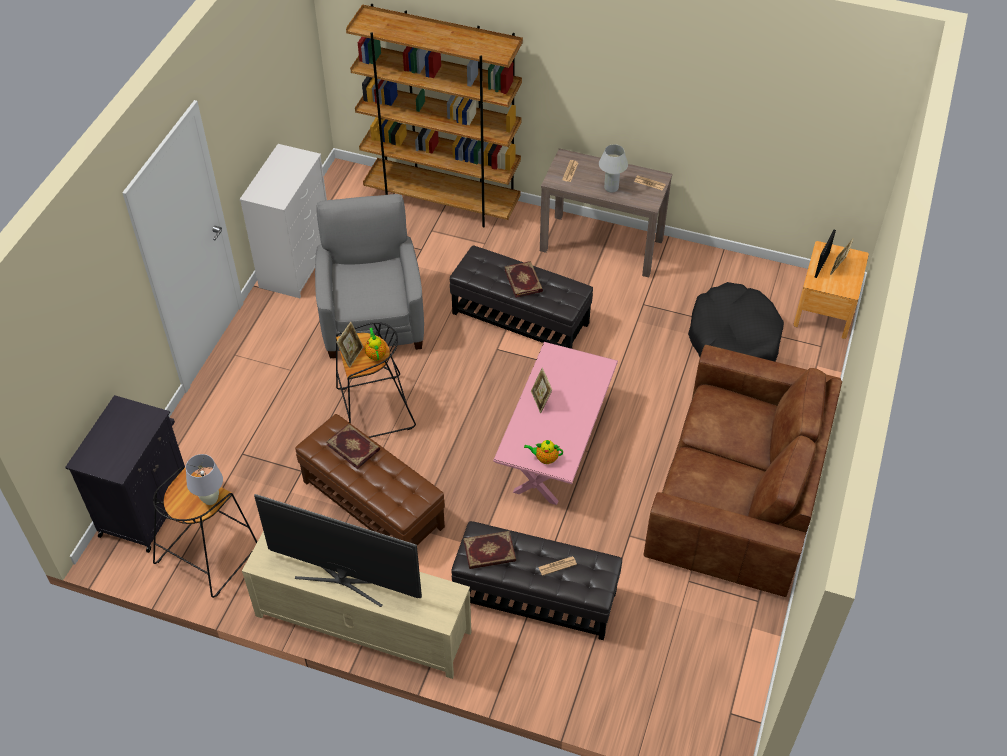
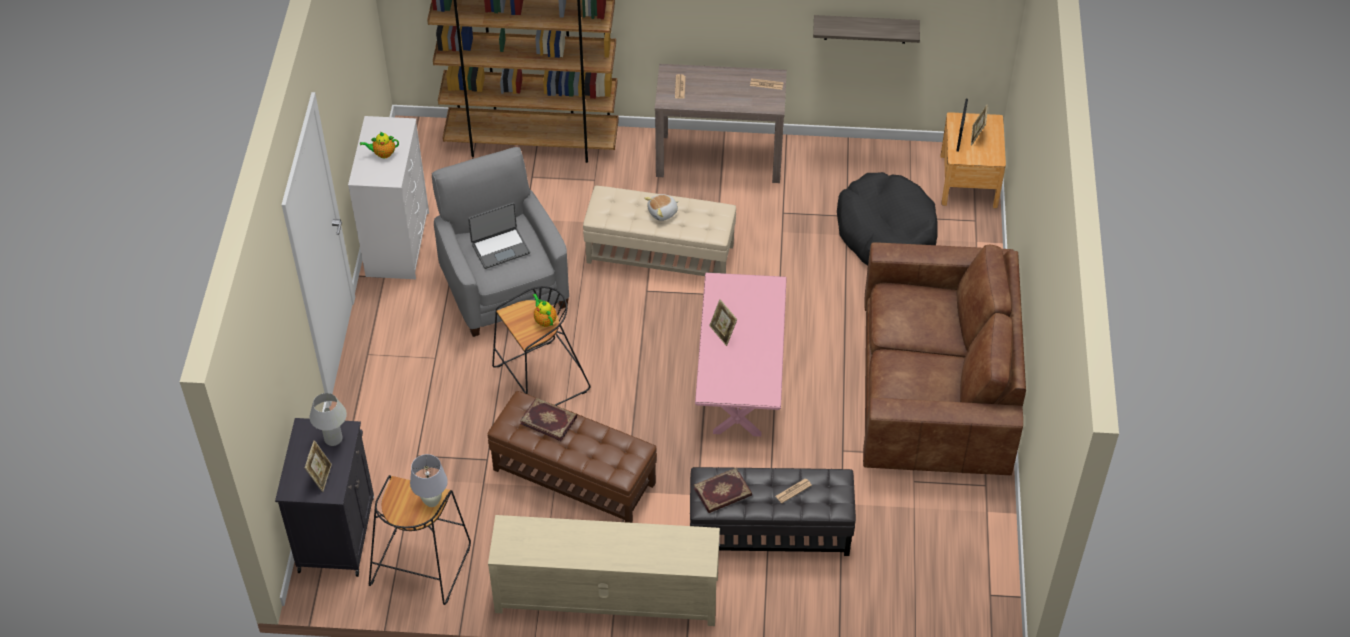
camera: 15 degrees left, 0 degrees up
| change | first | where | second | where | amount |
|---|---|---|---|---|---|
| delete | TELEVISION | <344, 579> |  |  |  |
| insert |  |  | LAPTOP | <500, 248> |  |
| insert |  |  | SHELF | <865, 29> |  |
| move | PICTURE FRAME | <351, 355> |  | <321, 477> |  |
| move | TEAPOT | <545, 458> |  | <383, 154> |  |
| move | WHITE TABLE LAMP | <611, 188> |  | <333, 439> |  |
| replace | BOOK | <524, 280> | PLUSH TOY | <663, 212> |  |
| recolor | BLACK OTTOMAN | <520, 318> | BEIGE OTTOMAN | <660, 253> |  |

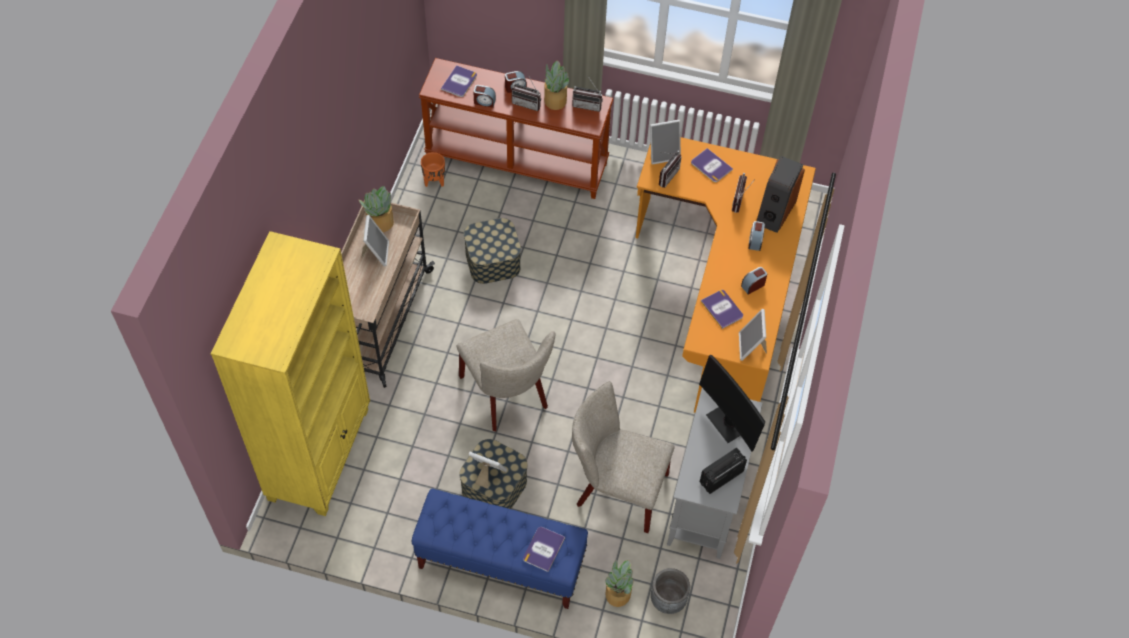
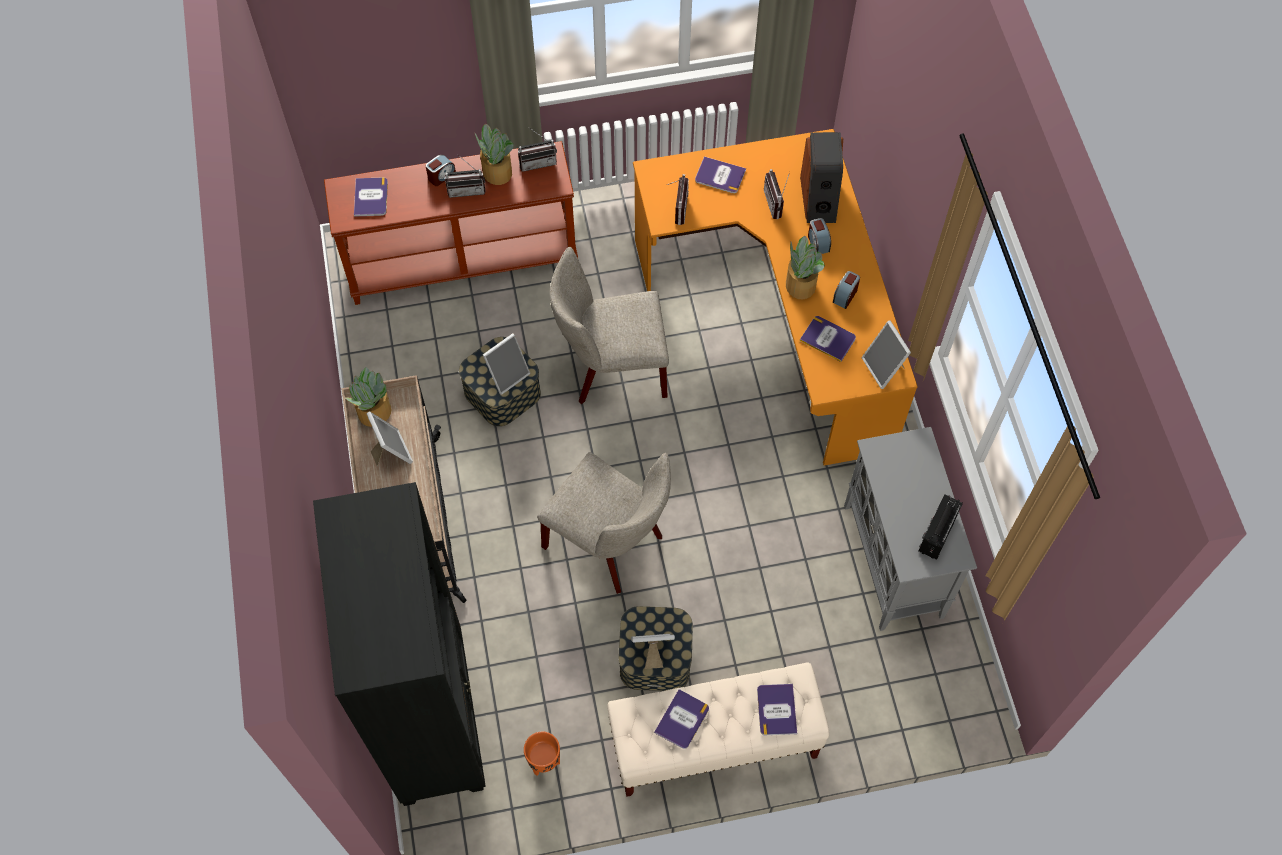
camera: 25 degrees left, 5 degrees up
| change | first | where | second | where | amount |
|---|---|---|---|---|---|
| delete | ALARM CLOCK | <484, 102> |  |  |  |
| delete | GREY PLANTER | <668, 600> |  |  |  |
| delete | MONITOR | <728, 422> |  |  |  |
| insert |  |  | BOOK | <682, 720> |  |
| move | ORANGE PLANTER | <434, 181> |  | <544, 761> |  |
| move | BEIGE CHAIR | <616, 489> |  | <611, 368> |  |
| move | POTTED PLANT | <618, 593> |  | <800, 284> |  |
| move | PICTURE FRAME | <663, 153> |  | <507, 375> |  |
| recolor | YELLOW BOOKCASE | <320, 453> | BLACK BOOKCASE | <434, 717> |  |
| recolor | BLUE BENCH | <500, 563> | BEIGE BENCH | <713, 743> |  |

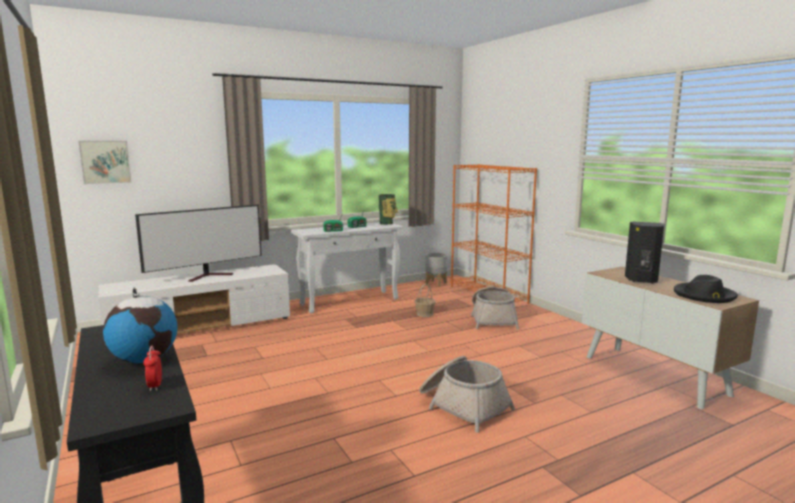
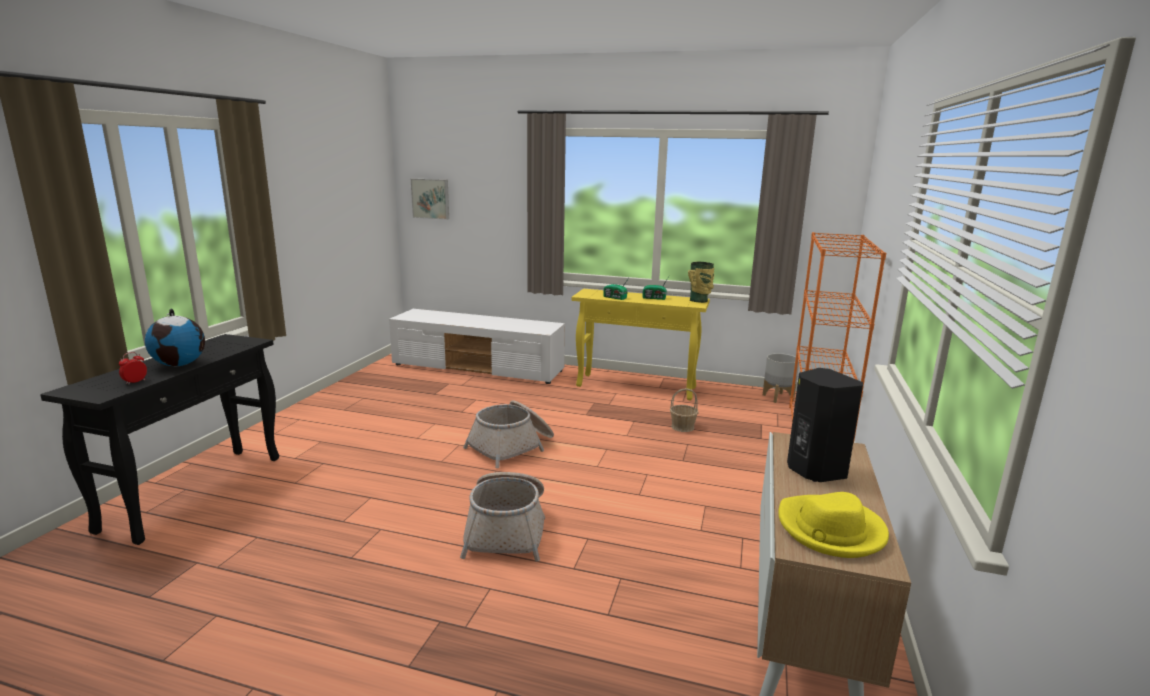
camera: 45 degrees right, 5 degrees up
| change | first | where | second | where | amount |
|---|---|---|---|---|---|
| delete | TELEVISION | <210, 276> |  |  |  |
| move | BASKET | <493, 319> |  | <512, 447> |  |
| recolor | WHITE CONSOLE TABLE | <350, 301> | YELLOW CONSOLE TABLE | <637, 387> |  |
| recolor | BLACK HAT | <704, 295> | YELLOW HAT | <830, 530> |  |

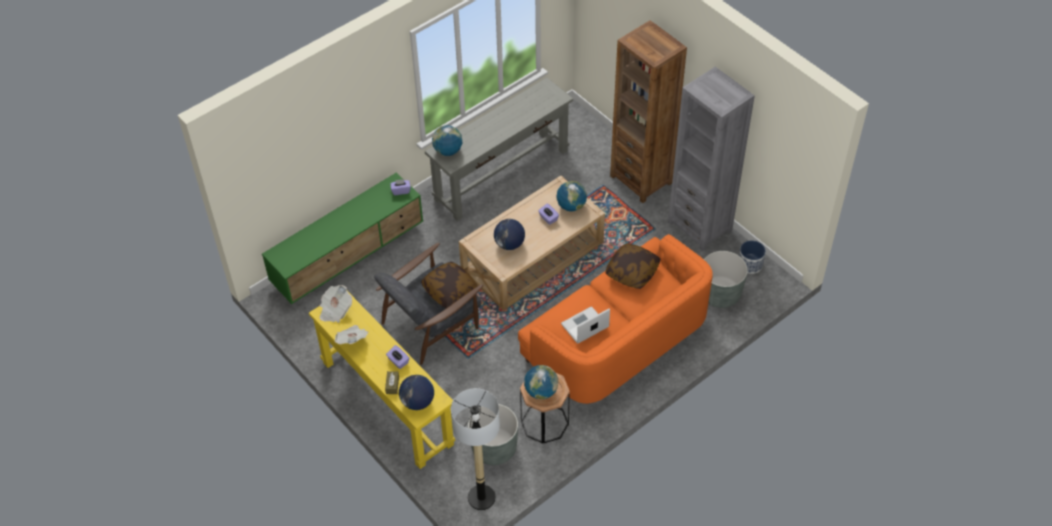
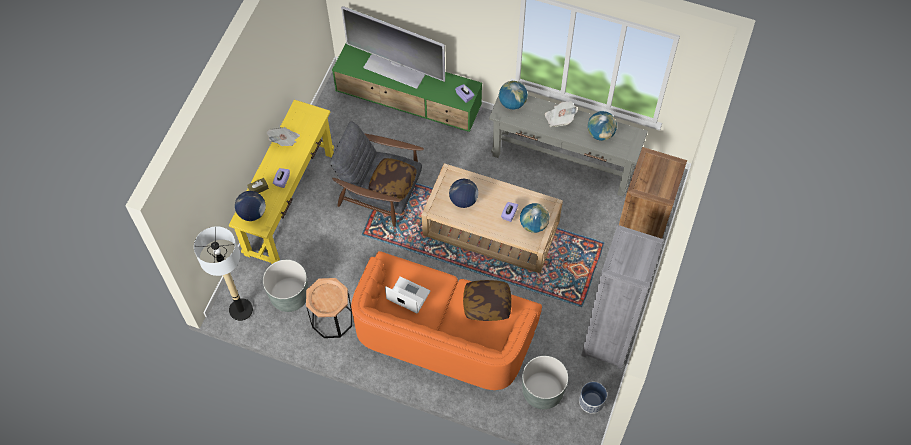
camera: 60 degrees right, 10 degrees up
| change | first | where | second | where | amount |
|---|---|---|---|---|---|
| insert |  |  | TELEVISION | <394, 70> |  |
| move | NEWSPAPER | <335, 310> |  | <559, 118> |  |
| move | GLOBE | <541, 391> |  | <600, 133> |  |

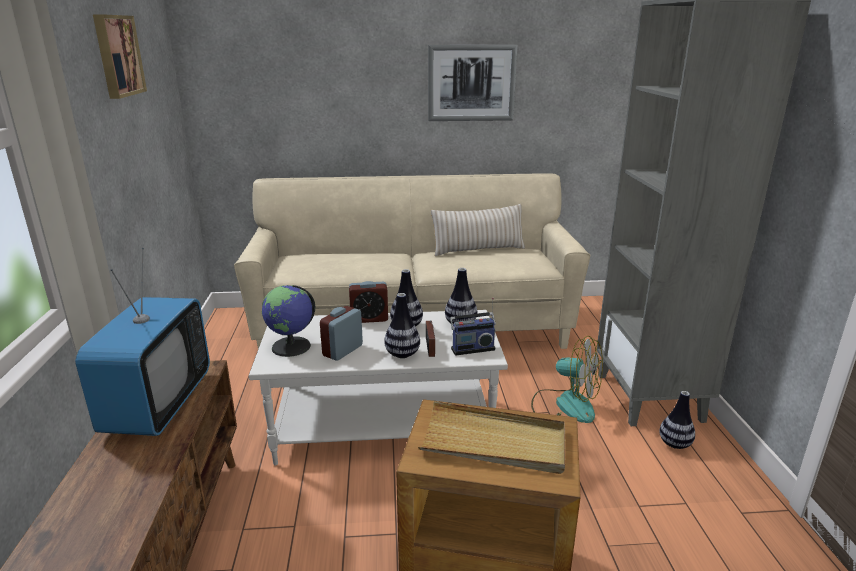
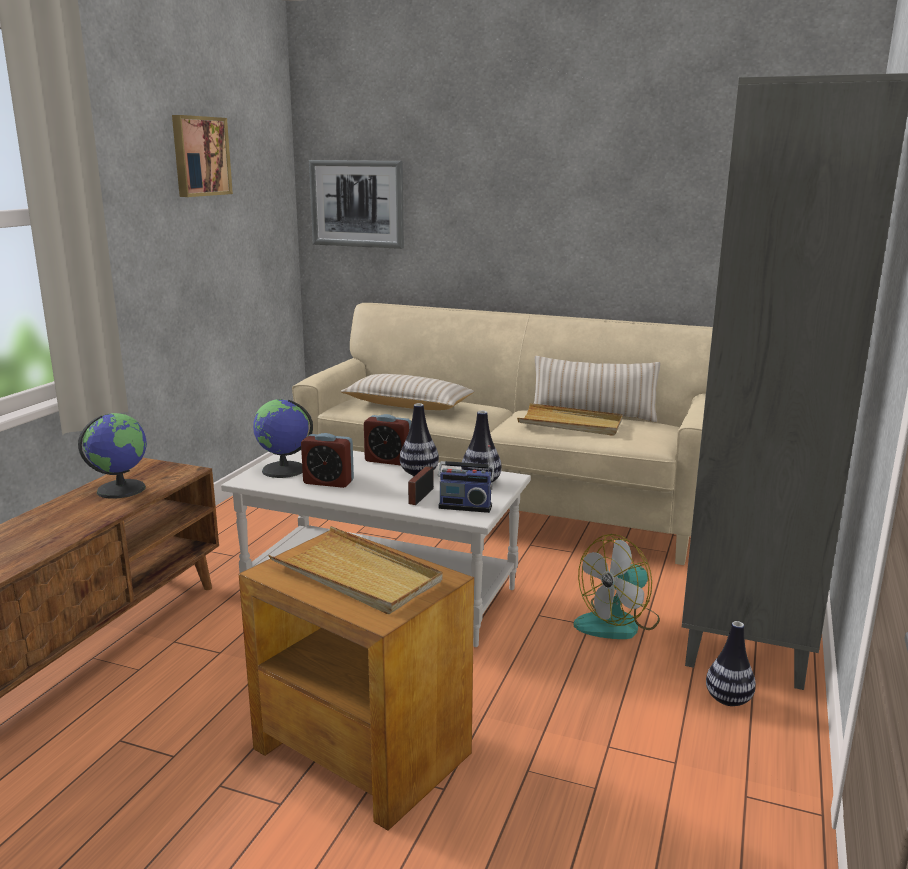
camera: 25 degrees right, 5 degrees down
| change | first | where | second | where | amount |
|---|---|---|---|---|---|
| delete | VASE | <402, 354> |  |  |  |
| insert |  |  | BEIGE PILLOW | <408, 405> |  |
| insert |  |  | BEIGE TRAY | <570, 424> |  |
| move | PICTURE | <471, 83> |  | <357, 203> |  |
| replace | TELEVISION | <158, 404> | GLOBE | <121, 489> |  |
| rotate | ALARM CLOCK | <343, 350> |  | <328, 482> | 135 degrees counterclockwise |
| rotate | FAN | <565, 405> |  | <618, 623> | 90 degrees clockwise |

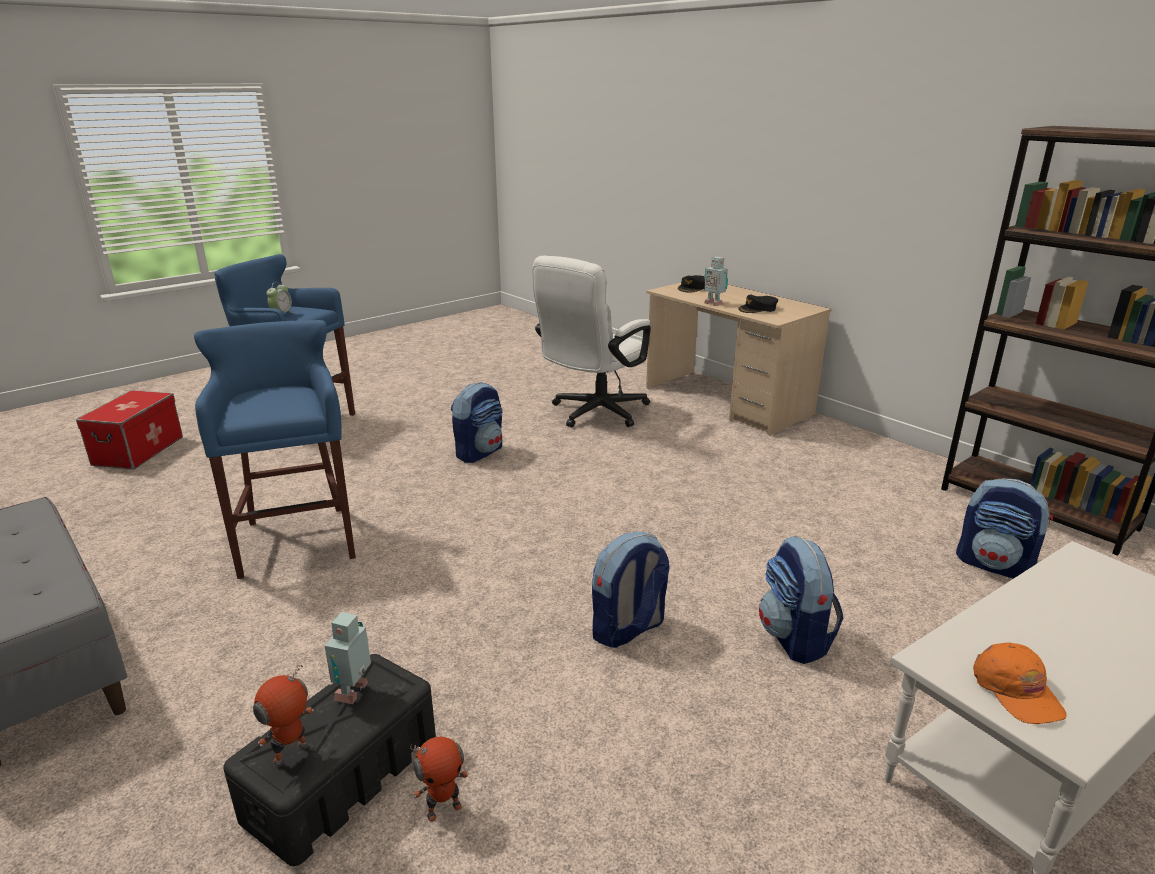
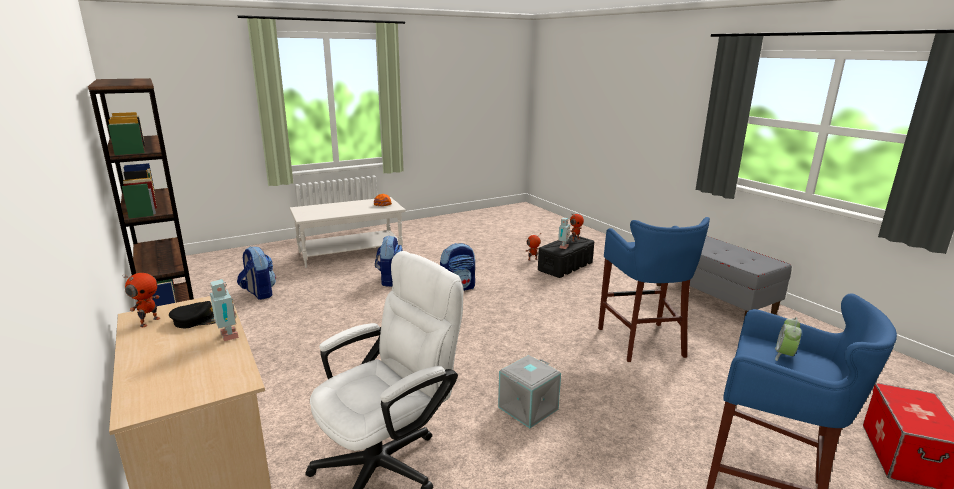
camera: 170 degrees left, 5 degrees down
| change | first | where | second | where | amount |
|---|---|---|---|---|---|
| delete | BLACK CAP | <693, 288> |  |  |  |
| insert |  |  | TOY ROBOT | <149, 322> |  |
| replace | BACKPACK | <479, 452> | GREY STORAGE BOX | <528, 409> |  |

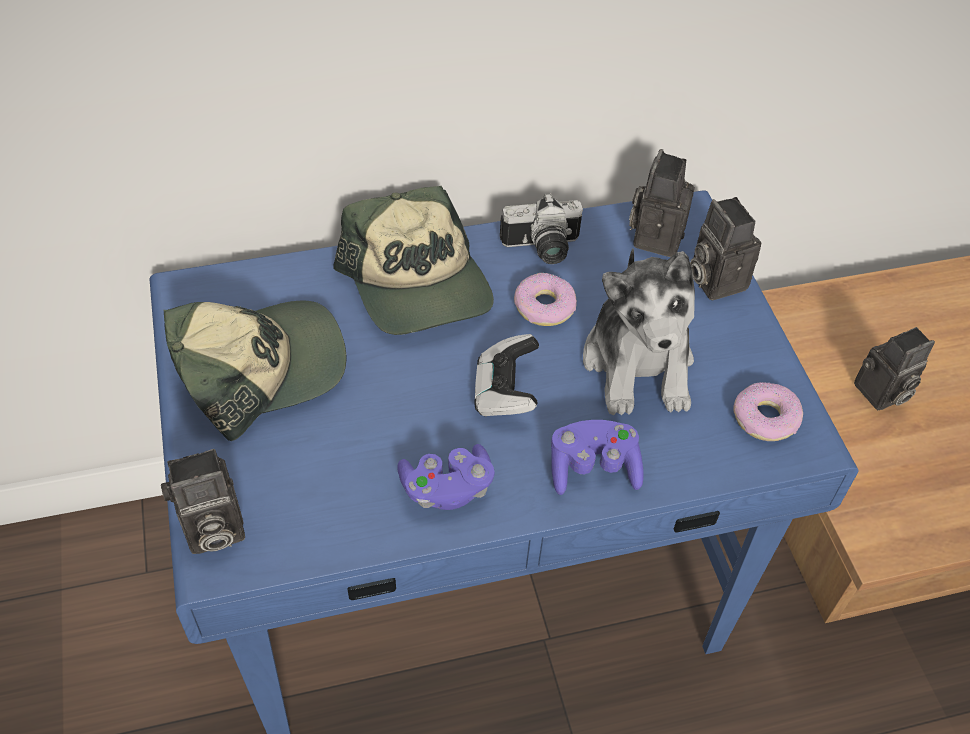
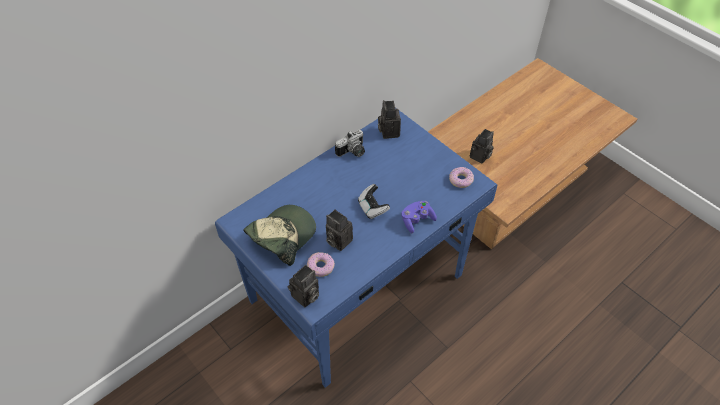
camera: 25 degrees left, 0 degrees up
| change | first | where | second | where | amount |
|---|---|---|---|---|---|
| delete | CAP | <418, 284> |  |  |  |
| delete | PURPLE GAME CONTROLLER | <447, 488> |  |  |  |
| delete | PLUSH TOY | <639, 364> |  |  |  |
| move | DONUT | <544, 307> |  | <320, 267> |  |
| move | PHOTO CAMERA | <713, 279> |  | <337, 240> |  |

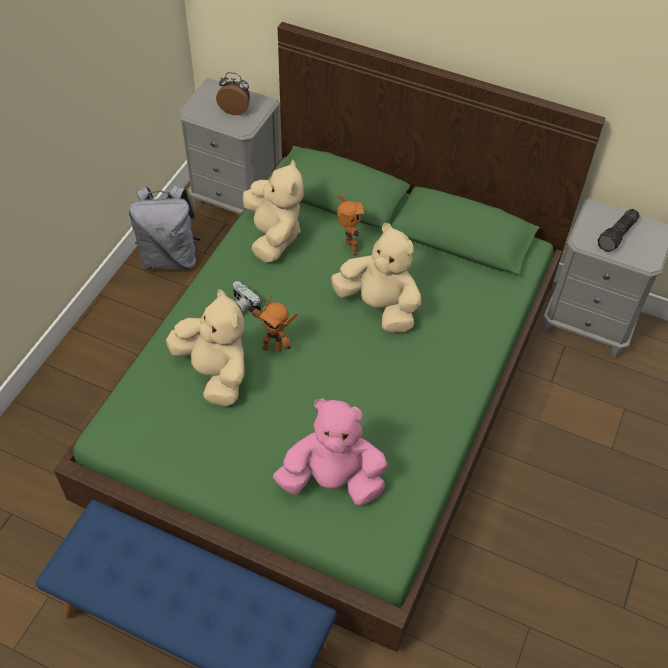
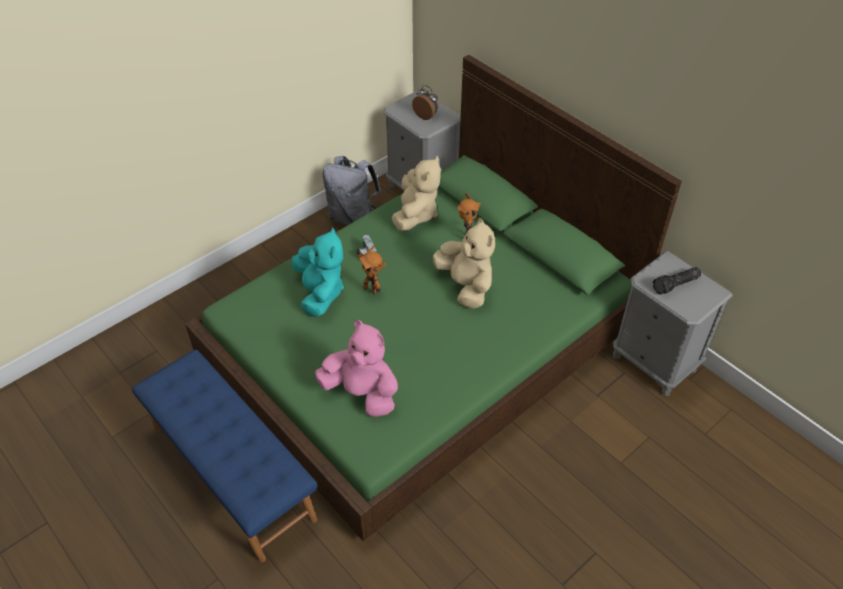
camera: 25 degrees right, 5 degrees down
| change | first | where | second | where | amount |
|---|---|---|---|---|---|
| recolor | BEIGE PLUSH TOY | <215, 373> | TURQUOISE PLUSH TOY | <320, 293> |  |

